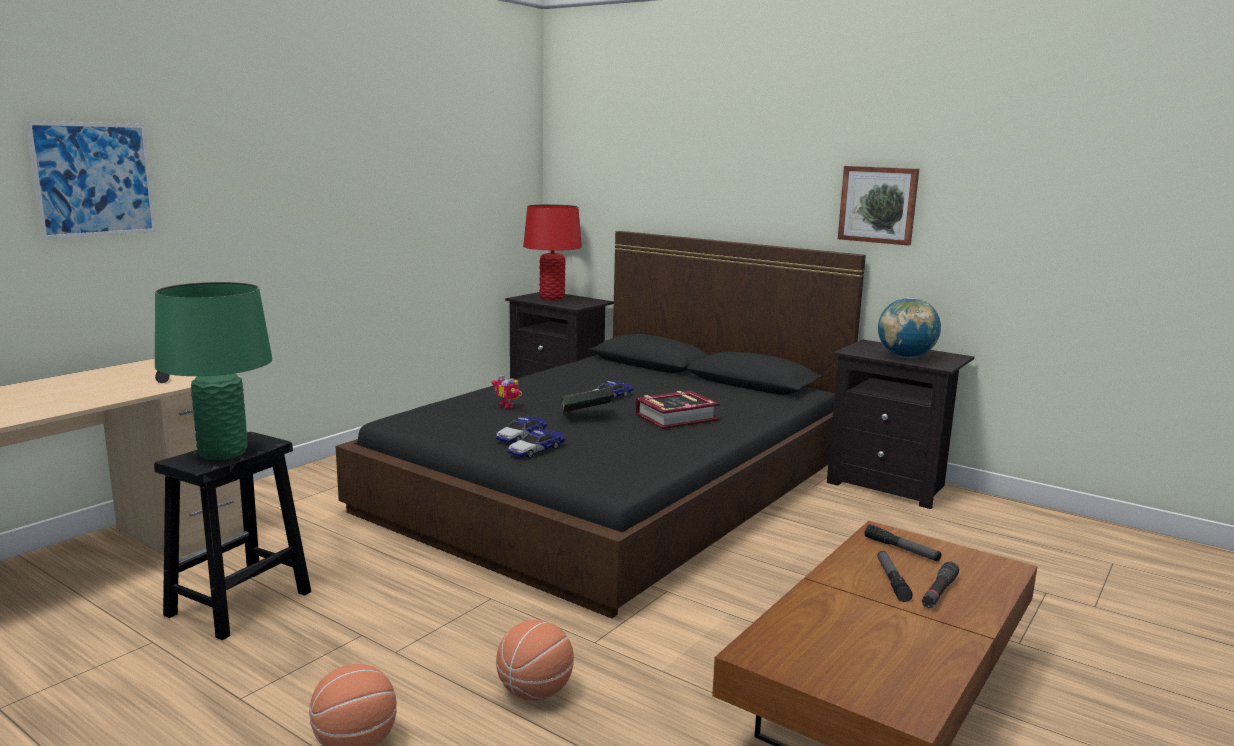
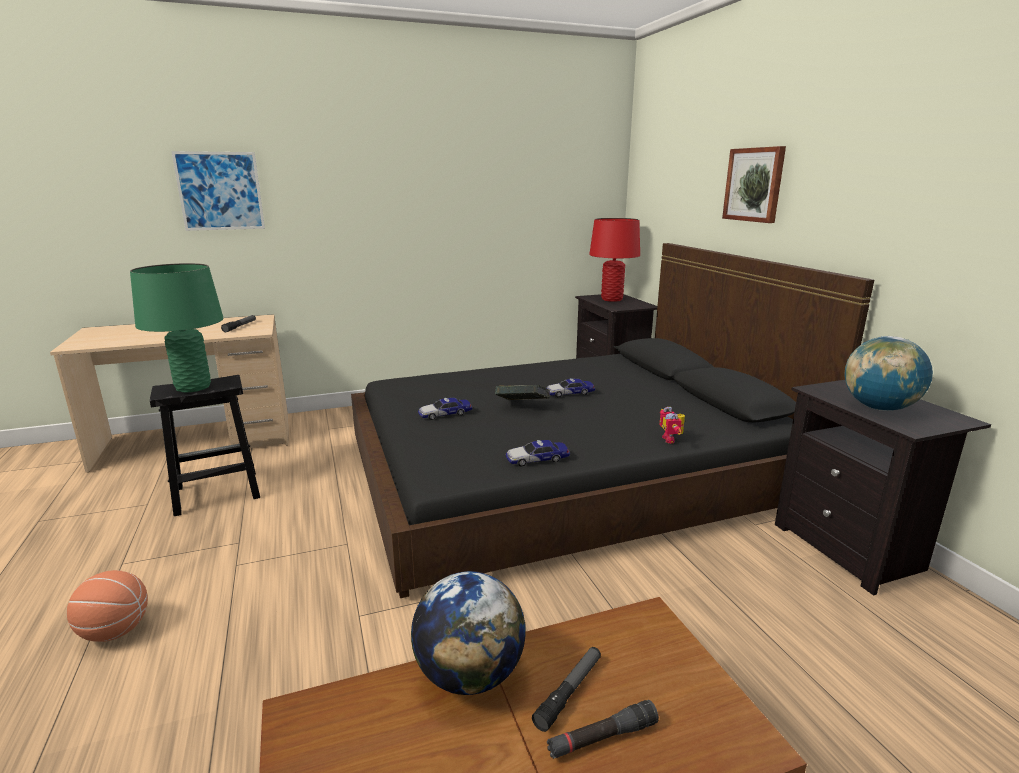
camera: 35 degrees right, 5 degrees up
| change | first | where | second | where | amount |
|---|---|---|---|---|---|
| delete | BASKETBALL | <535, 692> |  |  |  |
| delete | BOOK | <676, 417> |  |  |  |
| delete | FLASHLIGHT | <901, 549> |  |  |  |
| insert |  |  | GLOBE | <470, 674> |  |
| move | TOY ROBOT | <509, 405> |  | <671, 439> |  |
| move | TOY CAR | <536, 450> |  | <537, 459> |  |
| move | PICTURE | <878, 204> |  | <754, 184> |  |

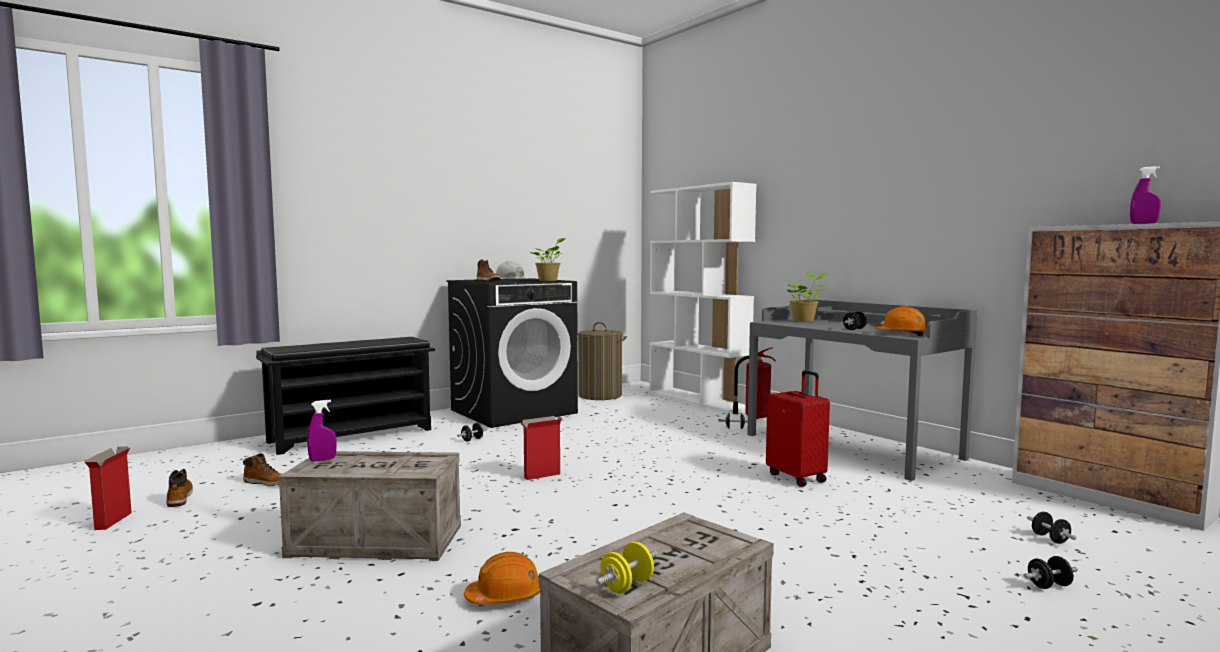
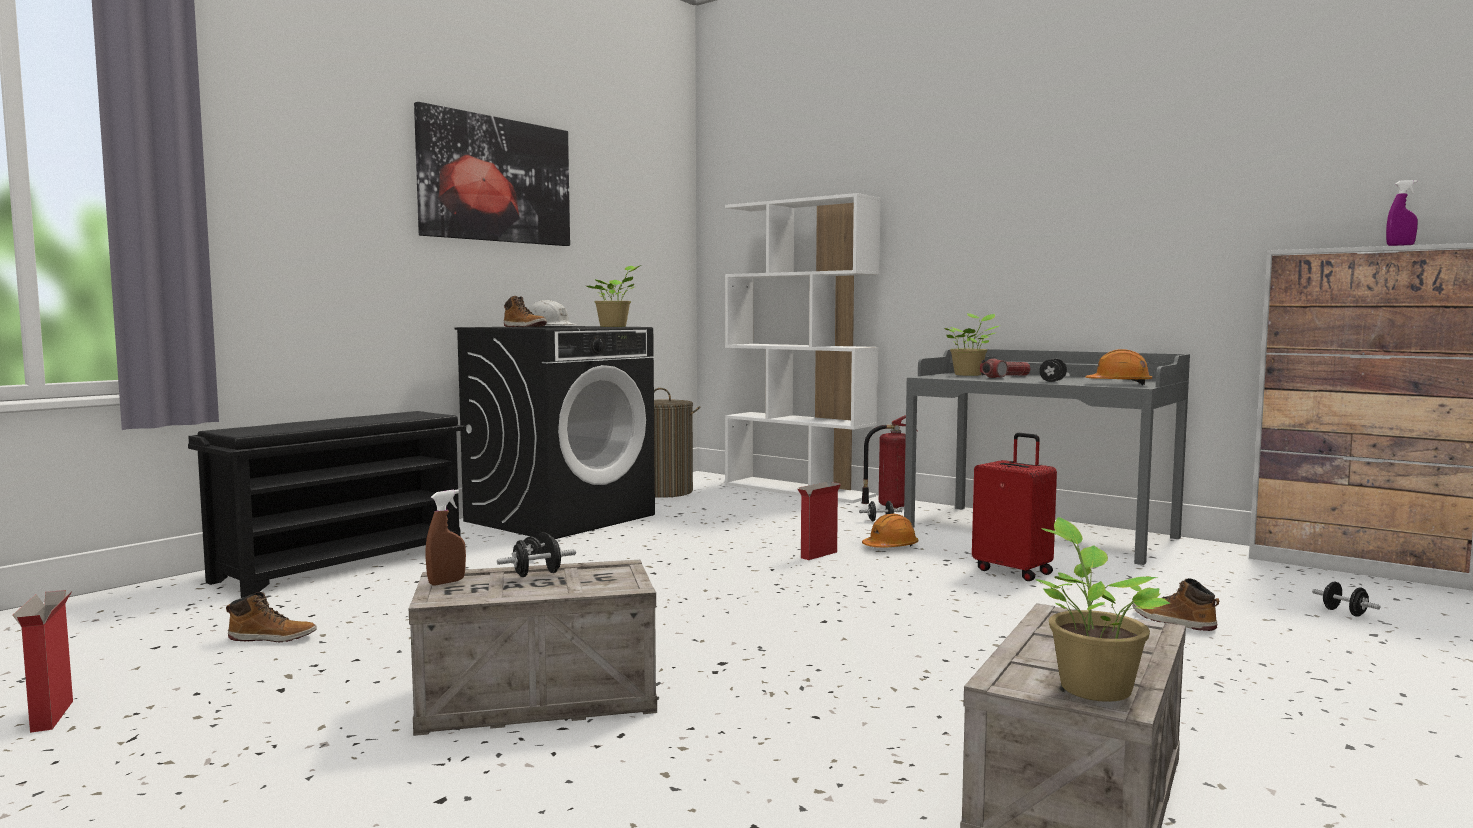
camera: 15 degrees left, 0 degrees up
| change | first | where | second | where | amount |
|---|---|---|---|---|---|
| insert |  |  | PICTURE | <495, 180> |  |
| insert |  |  | FLASHLIGHT | <1005, 377> |  |
| move | BOOT | <179, 498> |  | <1172, 621> |  |
| move | ORANGE HARD HAT | <505, 597> |  | <890, 547> |  |
| move | CARDBOARD BOX | <541, 476> |  | <818, 555> |  |
| move | BLACK DUMBBELL | <1049, 586> |  | <537, 574> |  |
| replace | YELLOW DUMBBELL | <627, 585> | POTTED PLANT | <1091, 687> |  |
| recolor | PURPLE SPRAY BOTTLE | <322, 459> | BROWN SPRAY BOTTLE | <446, 582> |  |

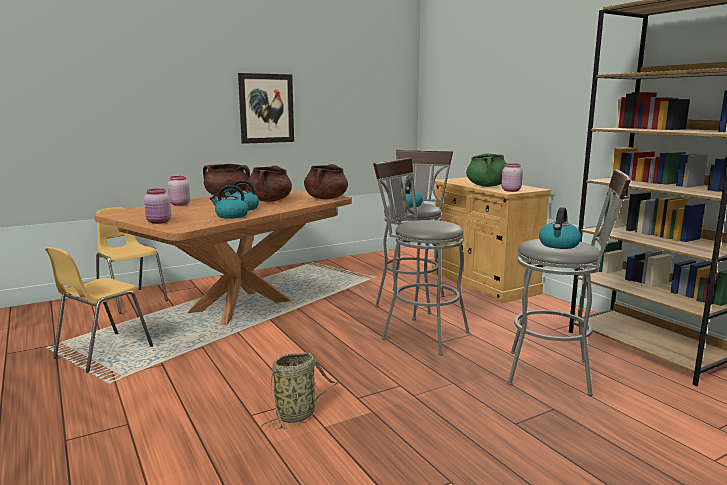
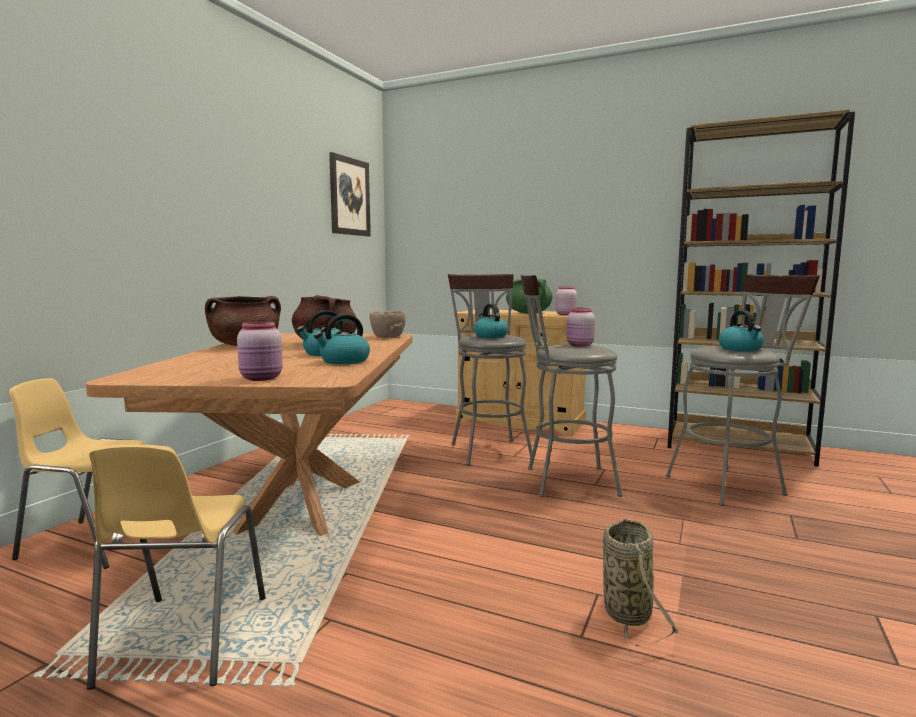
camera: 35 degrees left, 5 degrees down
| change | first | where | second | where | amount |
|---|---|---|---|---|---|
| move | PINK JAR | <179, 204> |  | <579, 345> |  |
| move | PICTURE | <266, 108> |  | <349, 196> |  |
| replace | BROWN COOKING POT | <326, 198> | BROWN BOWL | <387, 337> |  |

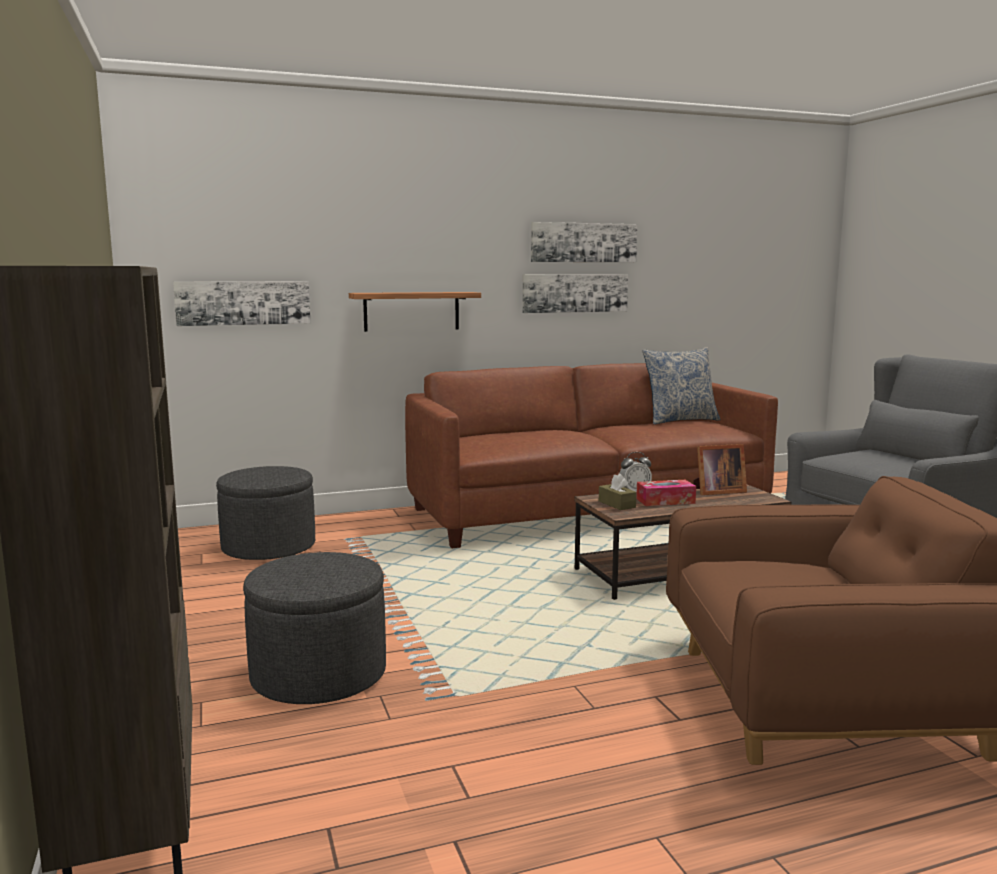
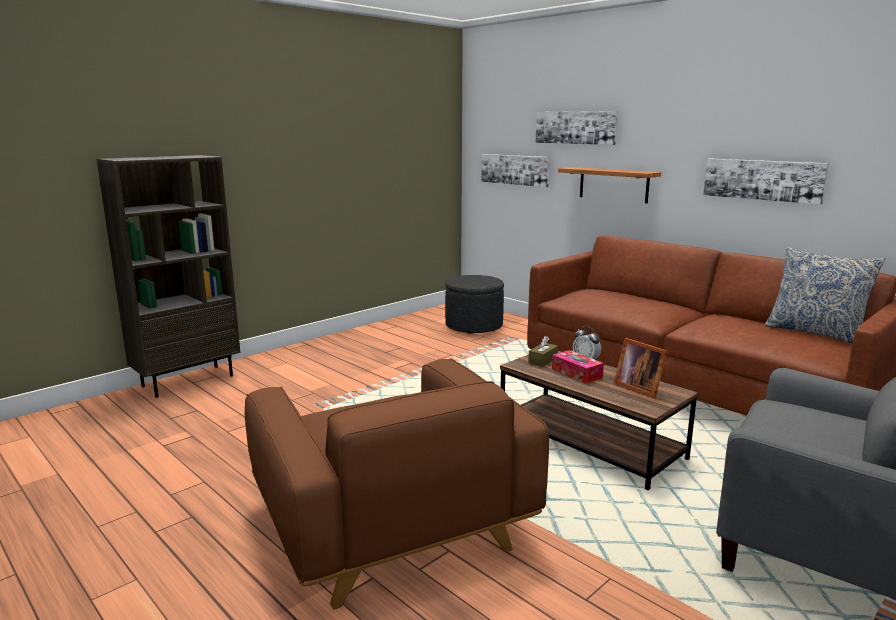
camera: 65 degrees right, 5 degrees up
| change | first | where | second | where | amount |
|---|---|---|---|---|---|
| delete | GREY OTTOMAN | <319, 675> |  |  |  |
| move | PICTURE | <583, 242> |  | <575, 127> |  |

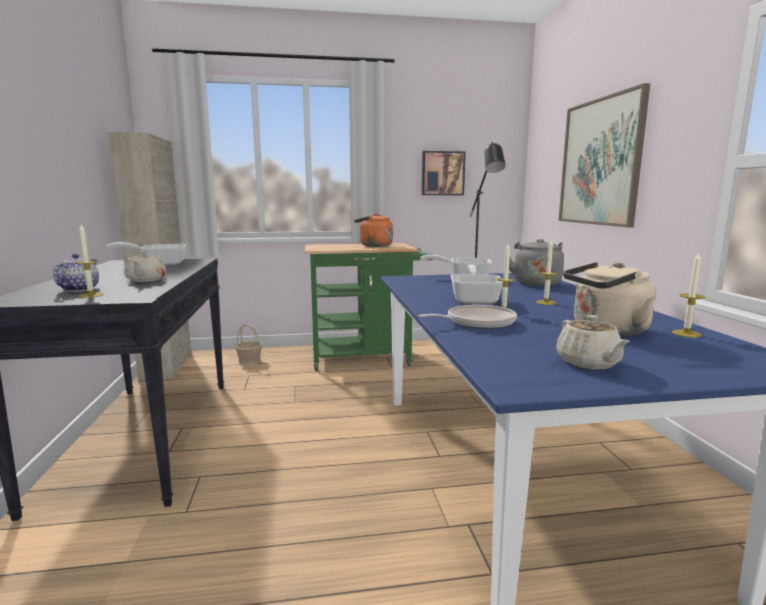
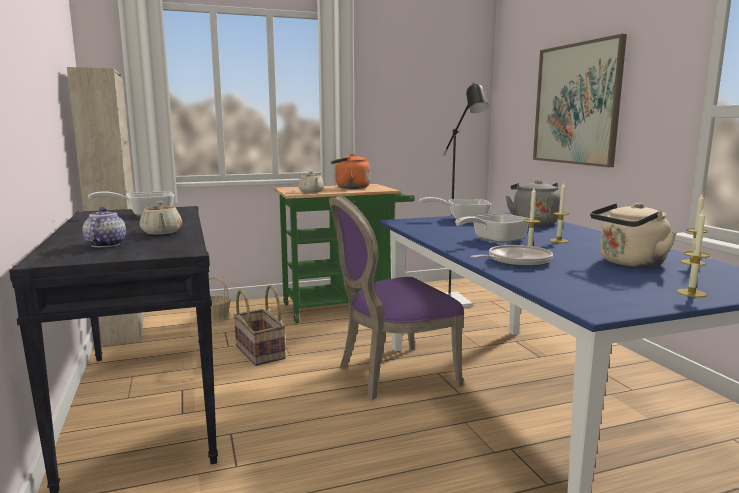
camera: 10 degrees left, 0 degrees up
| change | first | where | second | where | amount |
|---|---|---|---|---|---|
| delete | PICTURE | <442, 173> |  |  |  |
| insert |  |  | BASKET | <261, 352> |  |
| insert |  |  | PURPLE CHAIR | <391, 374> |  |
| move | CANDLE | <91, 295> |  | <691, 293> |  |
| move | BEIGE TEAPOT | <588, 363> |  | <311, 192> |  |
| rotate | FRYING PAN | <475, 299> |  | <494, 240> | 120 degrees counterclockwise |

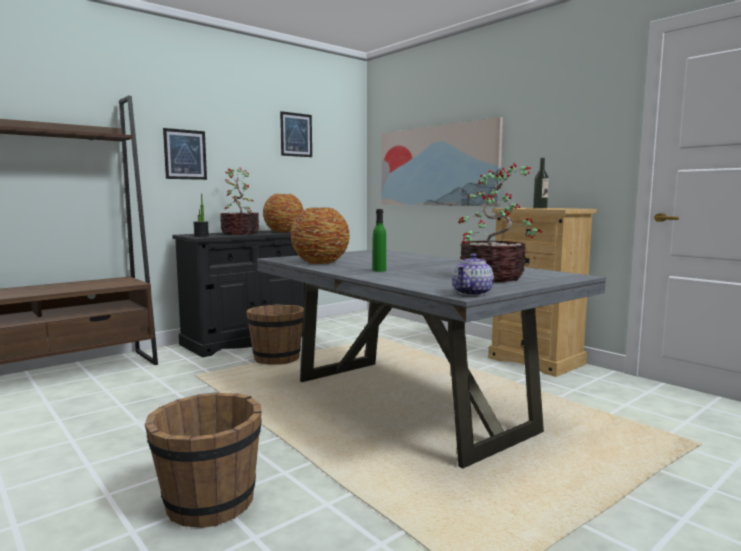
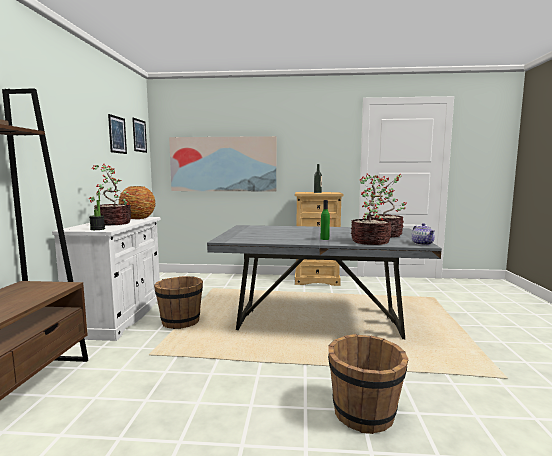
camera: 45 degrees left, 0 degrees up
| change | first | where | second | where | amount |
|---|---|---|---|---|---|
| delete | VASE | <321, 262> |  |  |  |
| insert |  |  | POTTED PLANT | <370, 242> |  |
| move | PICTURE | <185, 154> |  | <139, 135> |  |
| recolor | BLACK CABINET | <246, 340> | WHITE CABINET | <119, 316> |  |

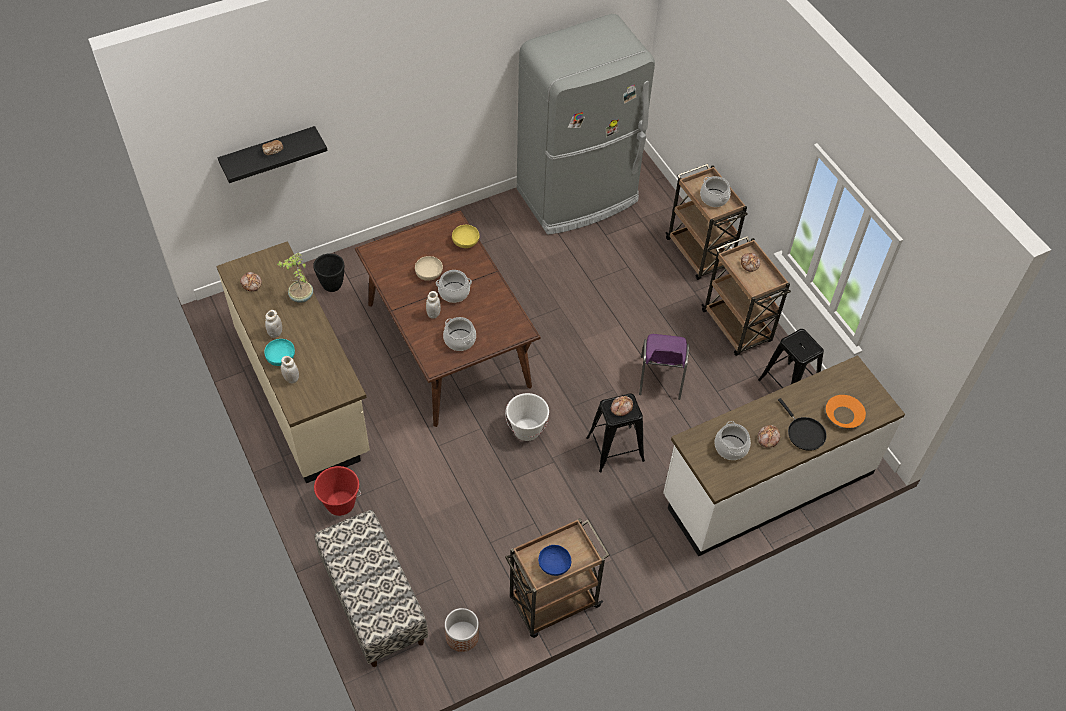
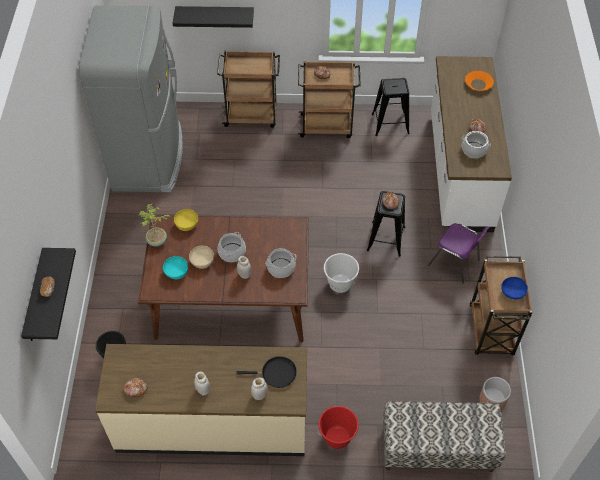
camera: 60 degrees left, 0 degrees up
| change | first | where | second | where | amount |
|---|---|---|---|---|---|
| delete | COOKING POT | <714, 198> |  |  |  |
| insert |  |  | BLACK SHELF | <215, 15> |  |
| move | TURQUOISE BOWL | <281, 357> |  | <176, 272> |  |
| move | POTTED PLANT | <301, 297> |  | <157, 241> |  |
| move | PURPLE CHAIR | <660, 379> |  | <455, 263> |  |
| move | BLACK FRYING PAN | <804, 433> |  | <276, 373> |  |

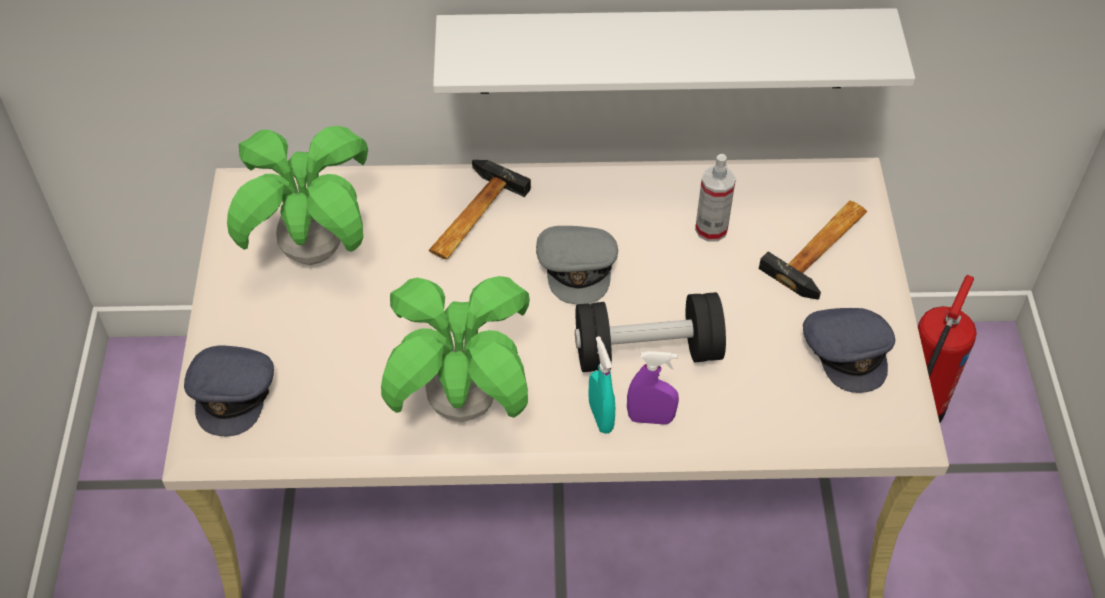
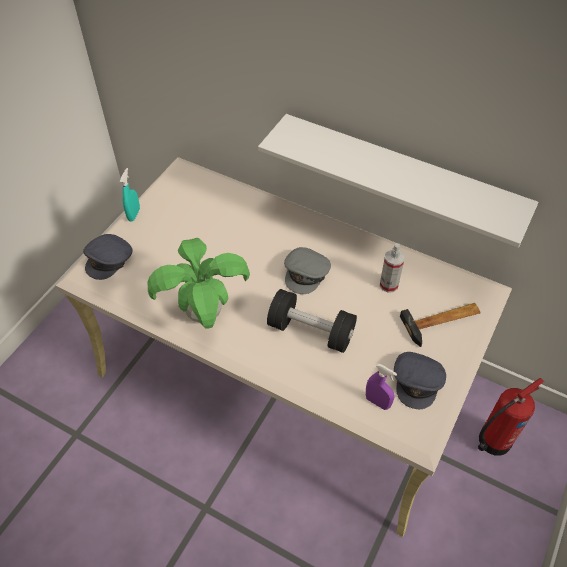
camera: 30 degrees right, 0 degrees up
| change | first | where | second | where | amount |
|---|---|---|---|---|---|
| delete | POTTED PLANT | <313, 252> |  |  |  |
| delete | HAMMER | <470, 216> |  |  |  |
| move | TURQUOISE SPRAY BOTTLE | <600, 417> |  | <134, 214> |  |
| move | PURPLE SPRAY BOTTLE | <650, 418> |  | <377, 402> |  |

